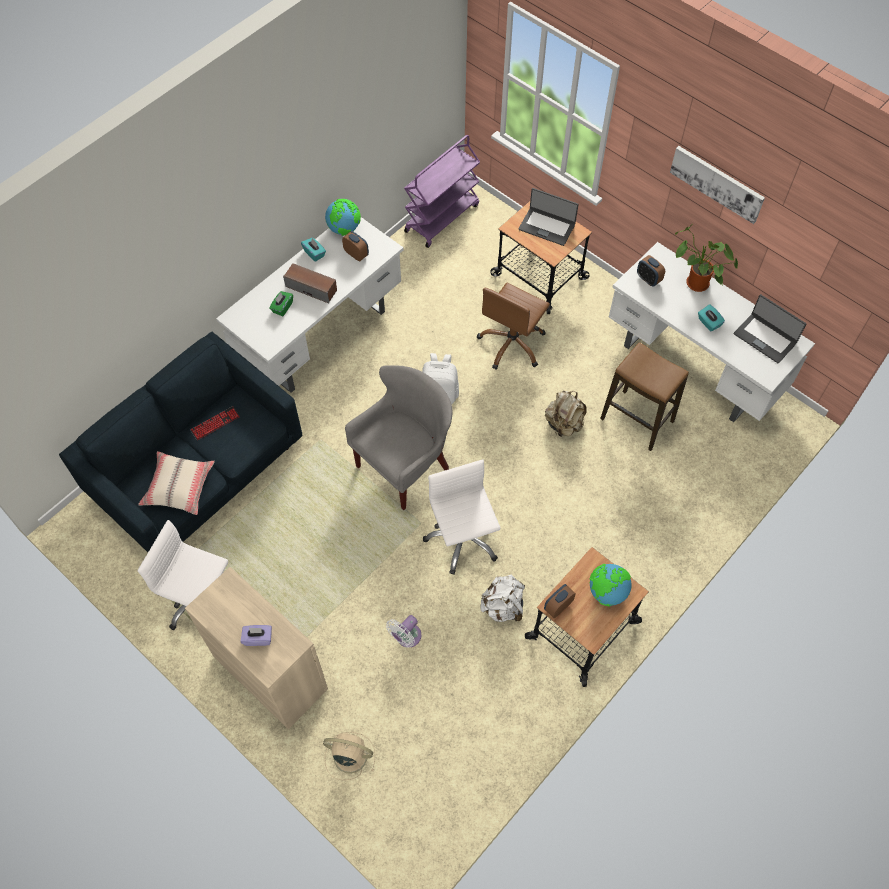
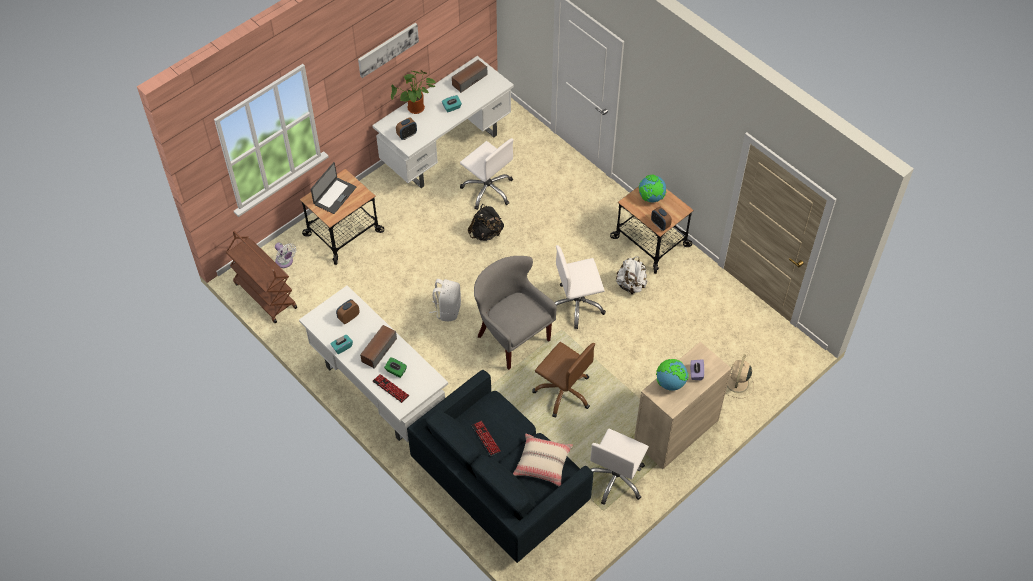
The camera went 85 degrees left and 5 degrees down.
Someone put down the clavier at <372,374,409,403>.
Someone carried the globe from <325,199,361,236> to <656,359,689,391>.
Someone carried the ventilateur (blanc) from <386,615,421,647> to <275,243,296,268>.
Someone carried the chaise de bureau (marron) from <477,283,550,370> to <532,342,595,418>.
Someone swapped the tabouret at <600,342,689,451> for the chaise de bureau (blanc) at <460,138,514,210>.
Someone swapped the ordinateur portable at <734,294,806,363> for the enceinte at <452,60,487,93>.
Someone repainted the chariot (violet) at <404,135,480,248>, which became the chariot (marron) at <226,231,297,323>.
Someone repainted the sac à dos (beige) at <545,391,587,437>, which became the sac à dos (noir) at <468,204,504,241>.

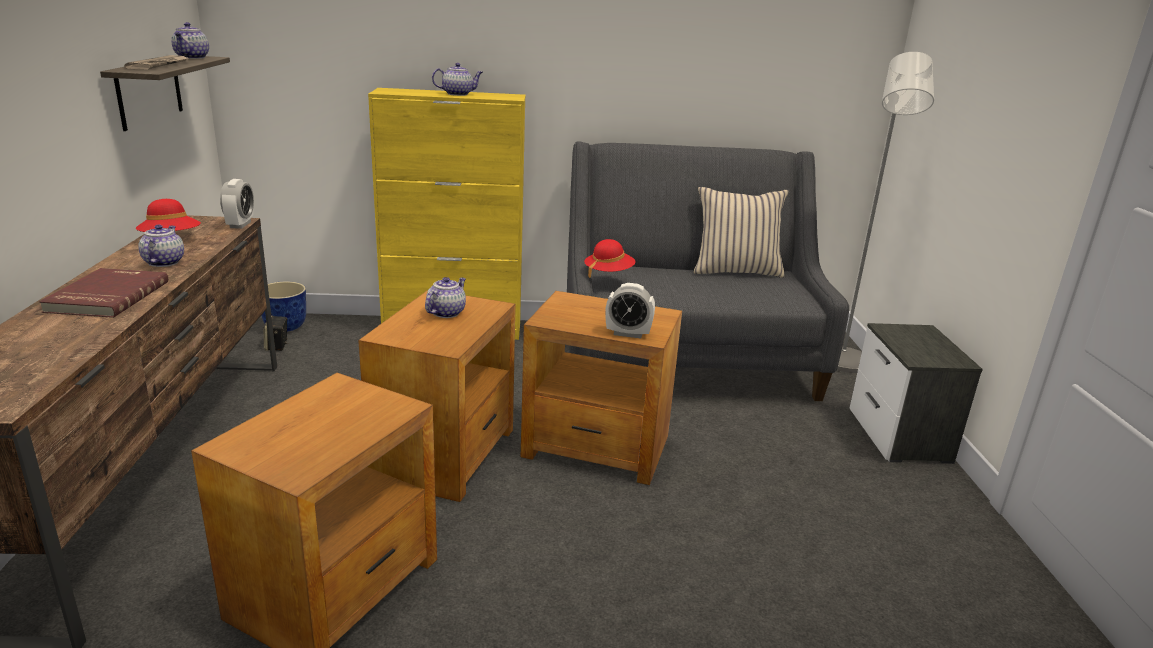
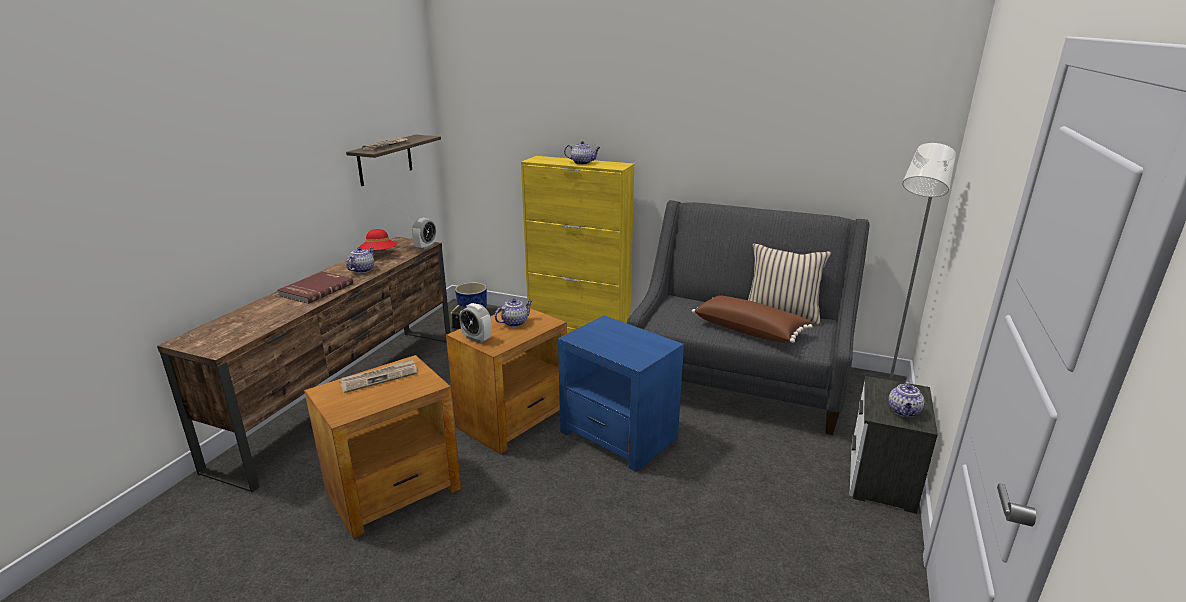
The camera went 25 degrees right and 0 degrees up.
Someone took away the chapeau (rouge) at <584,239,636,278>.
Someone put down the journal at <339,358,417,393>.
Someone put down the coussin (marron) at <692,295,813,343>.
Someone carried the théière from <171,22,209,59> to <888,380,924,417>.
Someone carried the réveil from <605,283,655,338> to <460,303,492,343>.
Someone repainted the table d'appoint (marron) at <521,291,682,485>, which became the table d'appoint (bleu) at <558,315,684,472>.

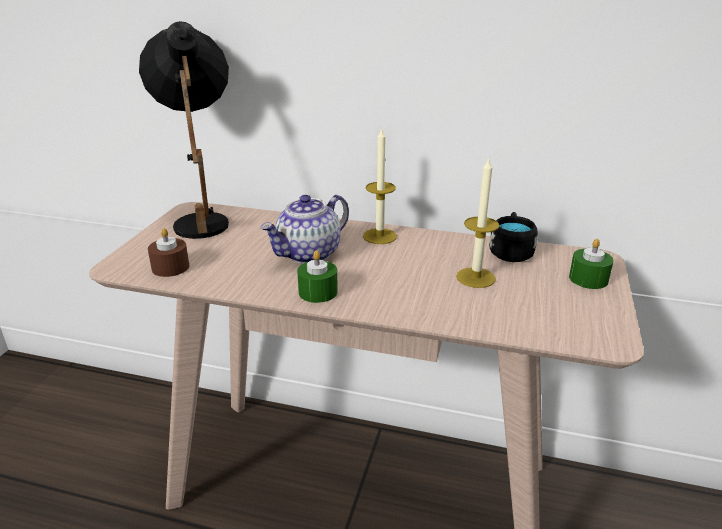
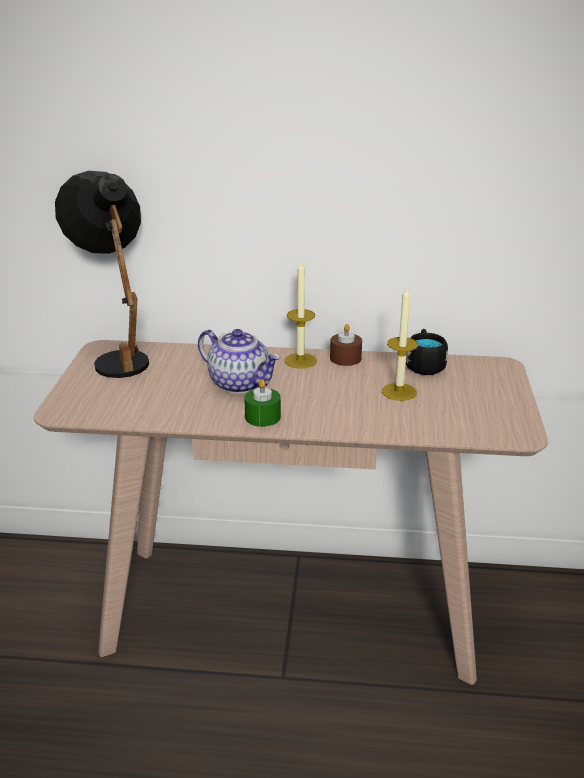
The camera went 10 degrees left and 0 degrees up.
Someone took away the bougie (vert) at <569,239,614,289>.
Someone carried the bougie (marron) from <148,228,189,277> to <330,324,362,366>.
Someone rotated the théière at <261,195,349,264> by 90 degrees counterclockwise.

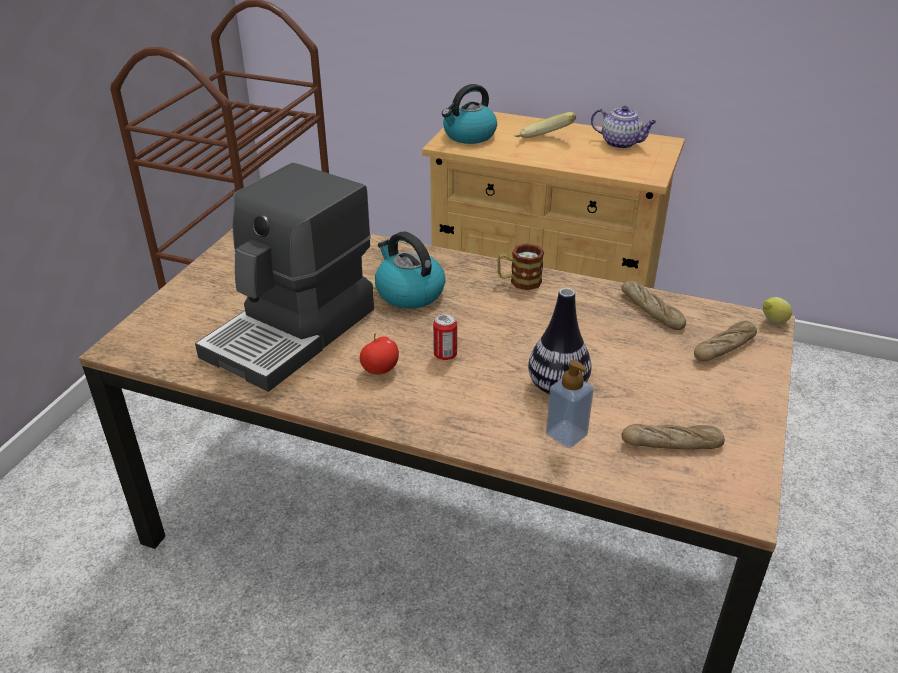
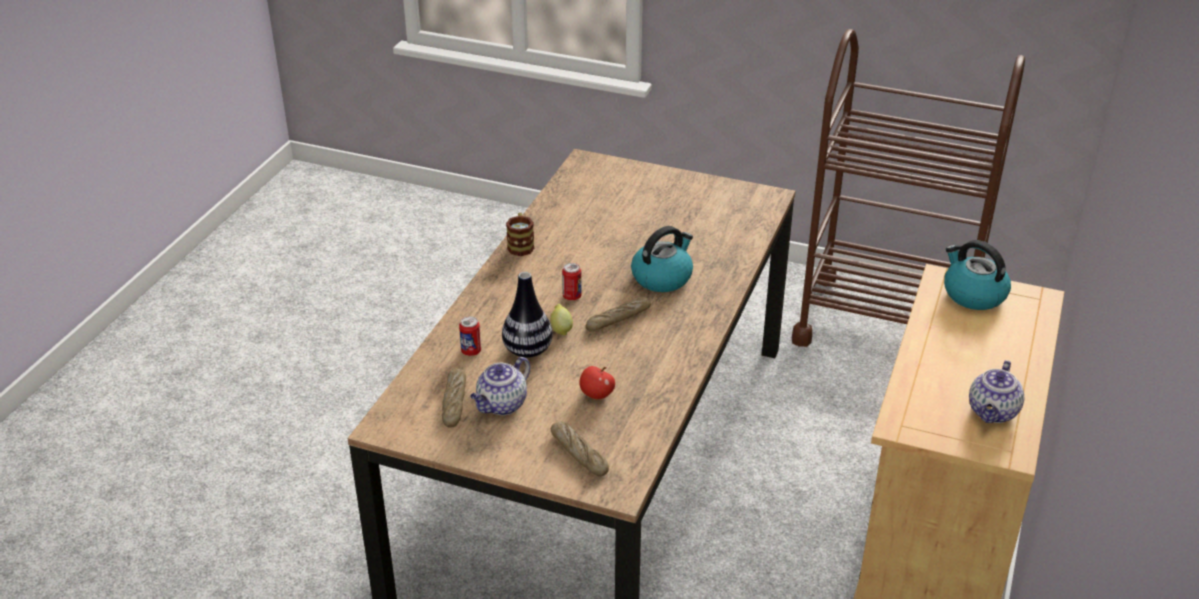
The camera went 90 degrees right and 0 degrees up.
Someone took away the machine à café at <195,163,374,392>.
Someone took away the banane at <514,112,576,138>.
Someone put down the théière at <470,357,530,415>.
Someone carried the pomme from <360,333,399,375> to <579,366,615,399>.
Someone carried the mug from <497,244,544,290> to <506,213,534,256>.
Someone carried the pain from <622,281,686,330> to <586,297,651,332>.
Someone carried the citron from <763,297,792,324> to <550,304,573,335>.
Someone swapped the distributeur de savon at <546,360,594,448> for the boîte métallique at <459,316,481,356>.

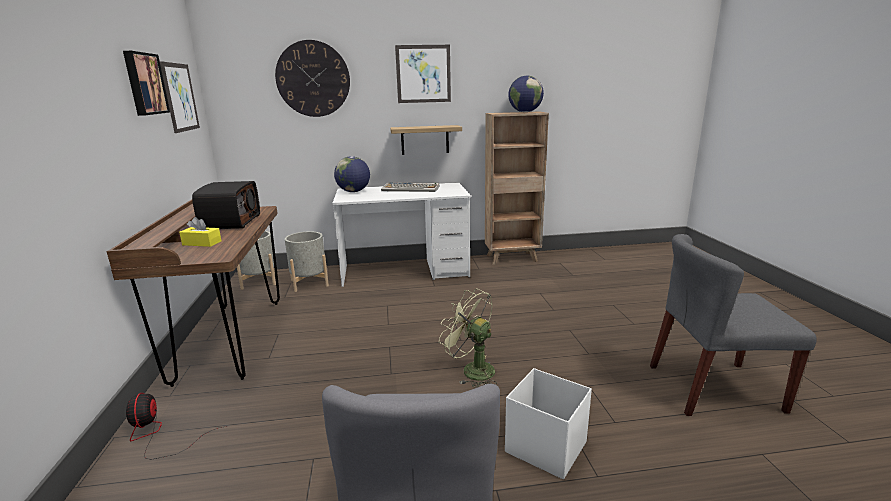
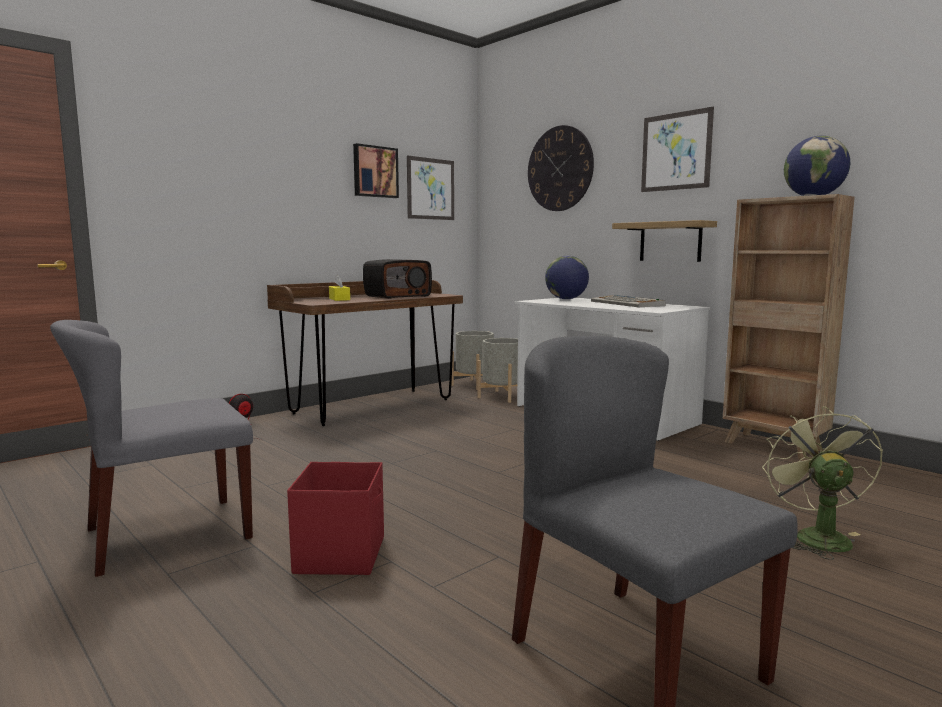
The camera went 55 degrees right and 10 degrees down.
Someone carried the ventilateur (vert) from <439,289,497,388> to <762,406,883,560>.
Someone repainted the boîte de rangement (blanc) at <505,368,592,479>, which became the boîte de rangement (rouge) at <287,462,384,575>.

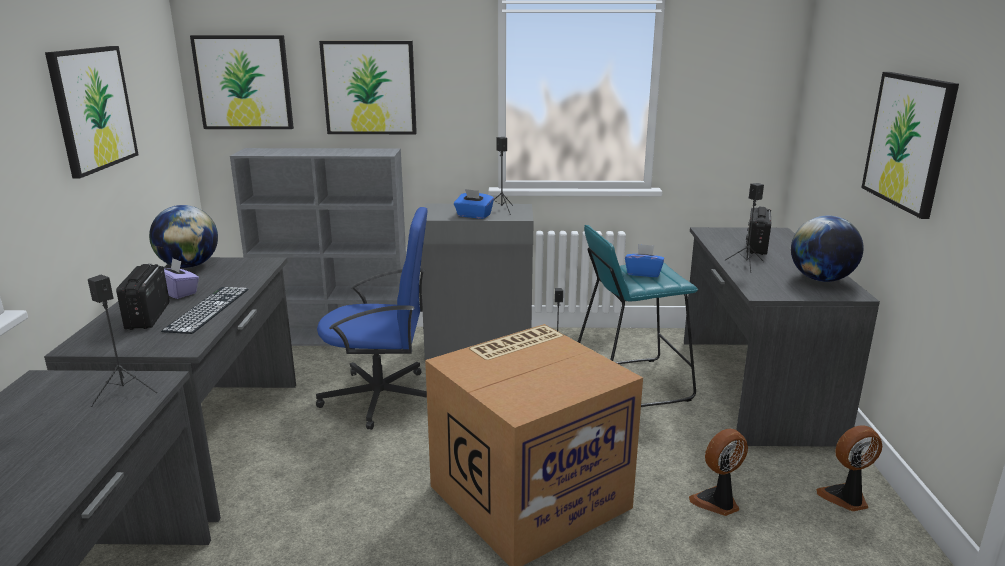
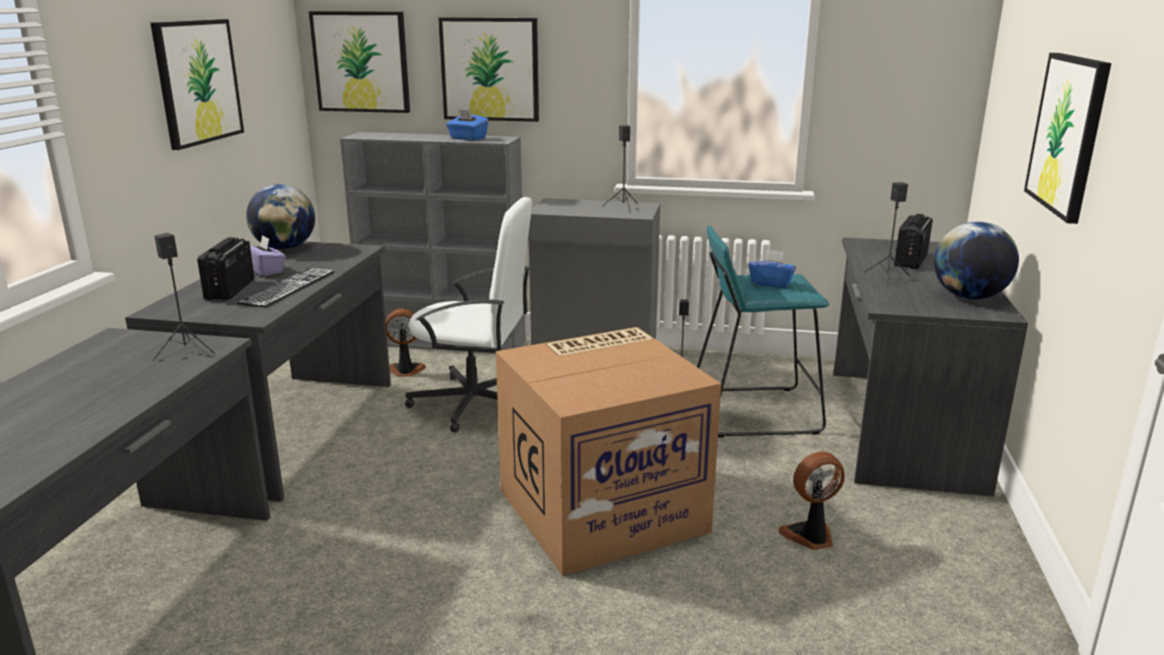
The camera went 10 degrees right and 0 degrees up.
Someone carried the boîte à mouchoirs (bleu) from <454,189,494,219> to <446,109,489,141>.
Someone carried the ventilateur from <816,425,882,511> to <385,308,426,377>.
Someone repainted the chaise de bureau (bleu) at <316,207,428,430>, which became the chaise de bureau (blanc) at <405,197,532,433>.

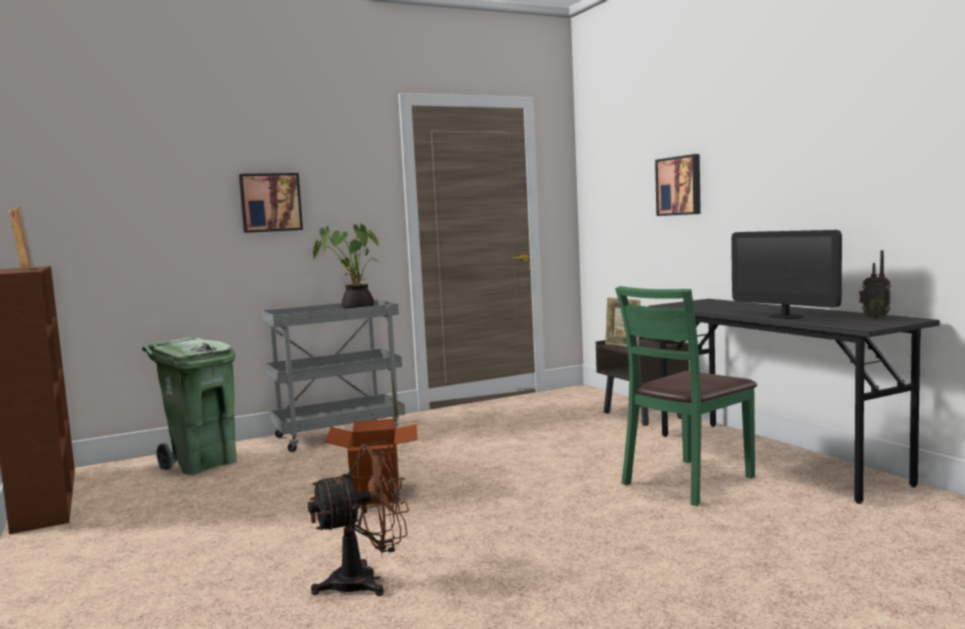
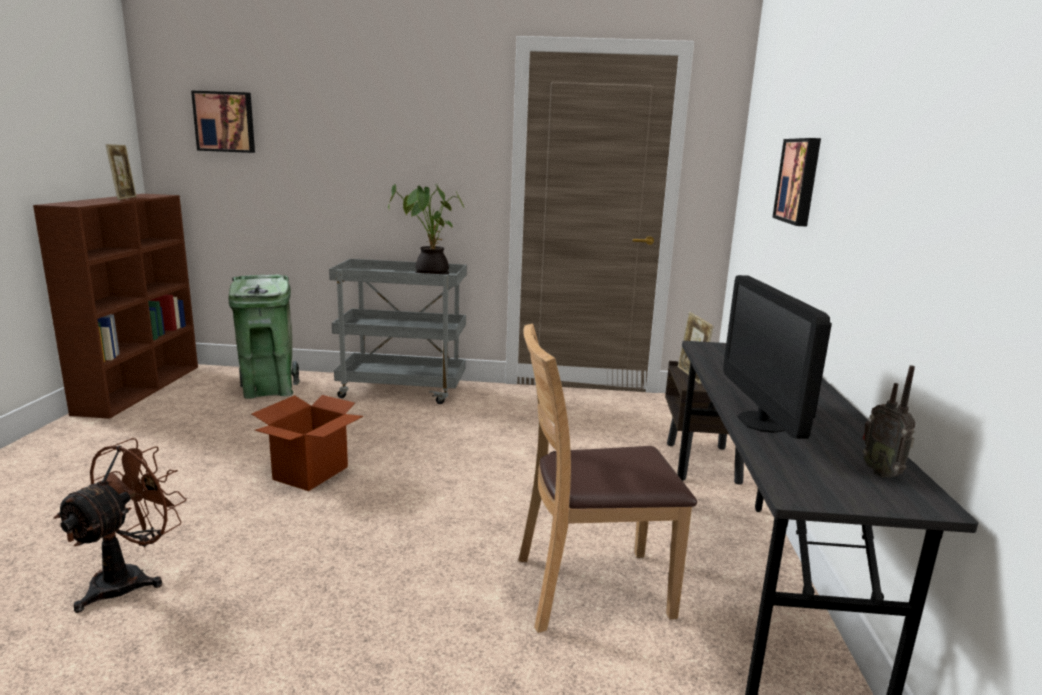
The camera went 30 degrees right and 10 degrees up.
Someone carried the tableau from <239,173,303,233> to <191,91,255,153>.
Someone repainted the chaise (vert) at <615,286,757,506>, which became the chaise (marron) at <518,323,697,633>.
Someone rotated the ventilateur (marron) at <308,441,409,596> by 75 degrees counterclockwise.

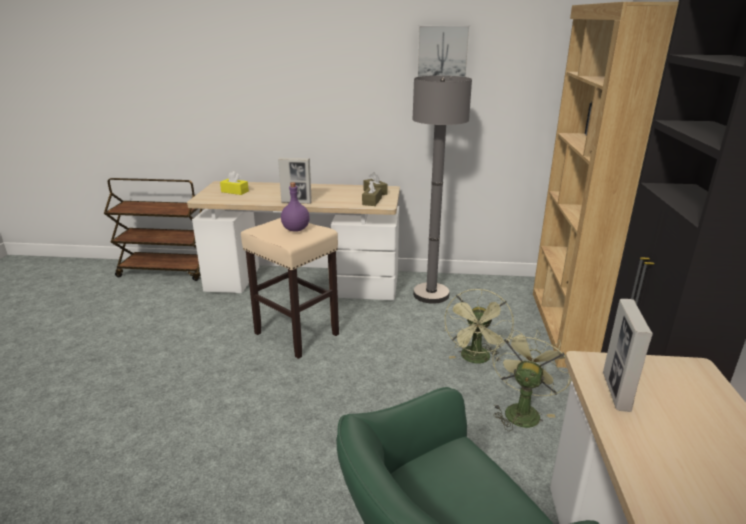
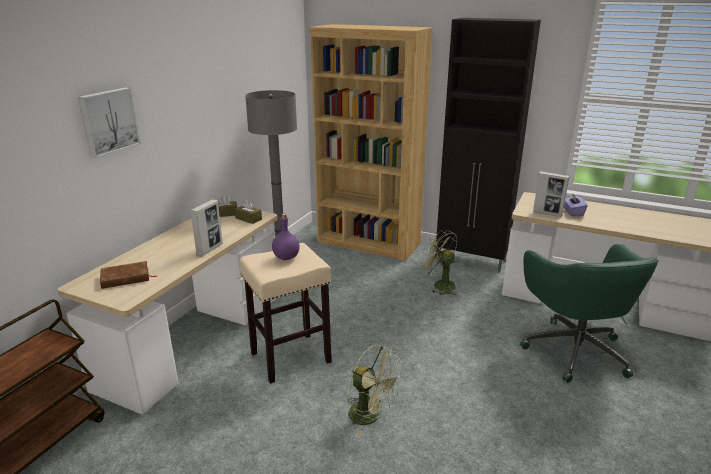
The camera went 70 degrees left and 0 degrees up.
Someone put down the boîte à mouchoirs (violet) at <564,193,587,216>.
Someone carried the tableau from <417,25,470,77> to <78,87,141,158>.
Someone carried the ventilateur (vert) from <445,289,514,363> to <348,344,402,436>.
Someone swapped the boîte à mouchoirs (jaune) at <220,171,249,195> for the livre (marron) at <100,261,157,289>.

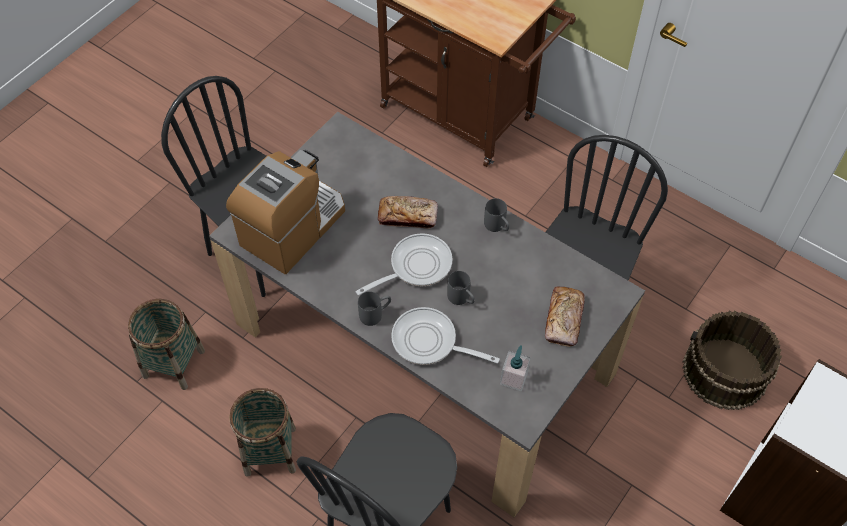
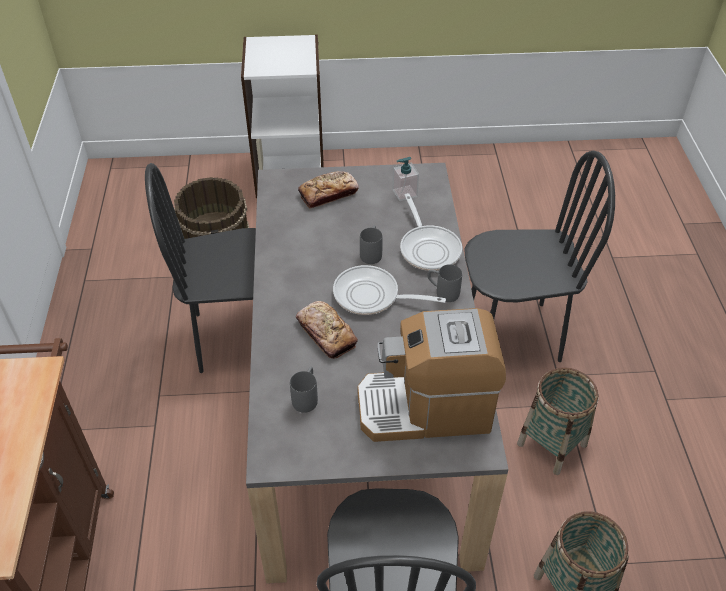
The camera went 130 degrees left and 10 degrees down.
Someone carried the mug (gris) from <484,198,509,232> to <290,367,318,413>.

